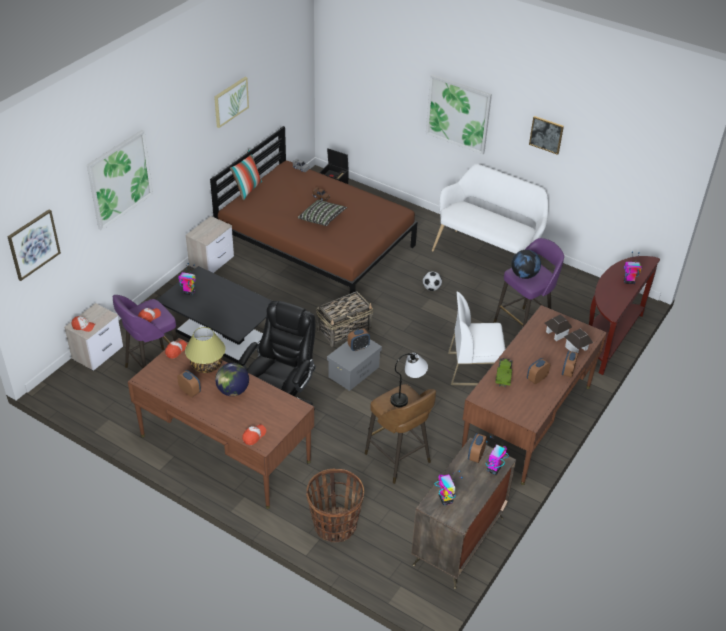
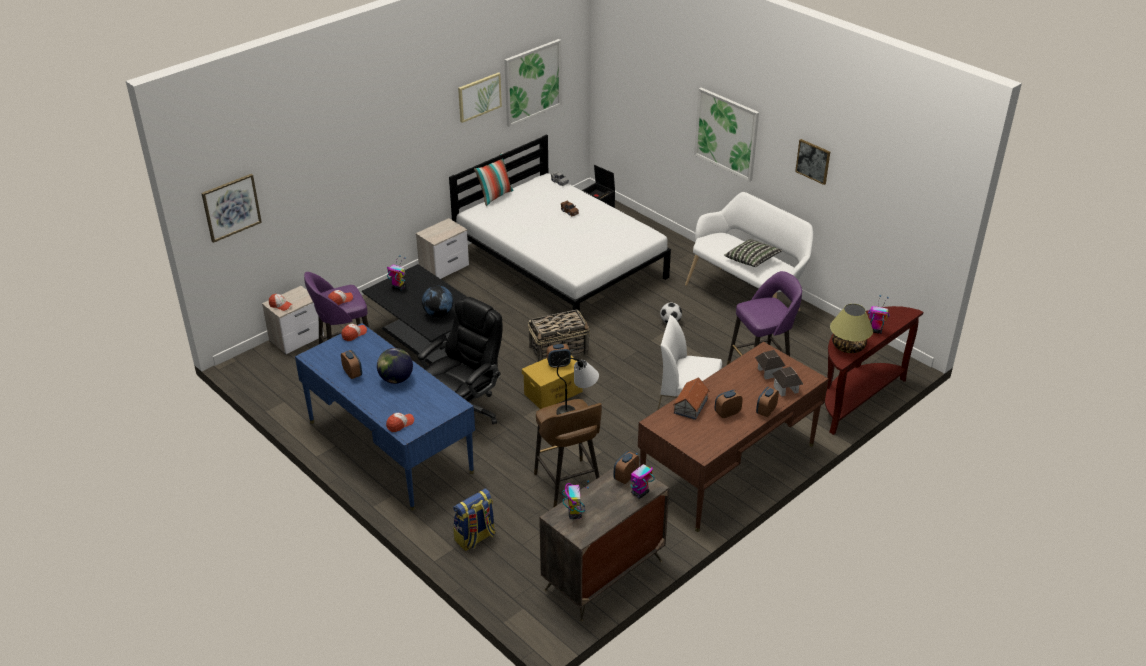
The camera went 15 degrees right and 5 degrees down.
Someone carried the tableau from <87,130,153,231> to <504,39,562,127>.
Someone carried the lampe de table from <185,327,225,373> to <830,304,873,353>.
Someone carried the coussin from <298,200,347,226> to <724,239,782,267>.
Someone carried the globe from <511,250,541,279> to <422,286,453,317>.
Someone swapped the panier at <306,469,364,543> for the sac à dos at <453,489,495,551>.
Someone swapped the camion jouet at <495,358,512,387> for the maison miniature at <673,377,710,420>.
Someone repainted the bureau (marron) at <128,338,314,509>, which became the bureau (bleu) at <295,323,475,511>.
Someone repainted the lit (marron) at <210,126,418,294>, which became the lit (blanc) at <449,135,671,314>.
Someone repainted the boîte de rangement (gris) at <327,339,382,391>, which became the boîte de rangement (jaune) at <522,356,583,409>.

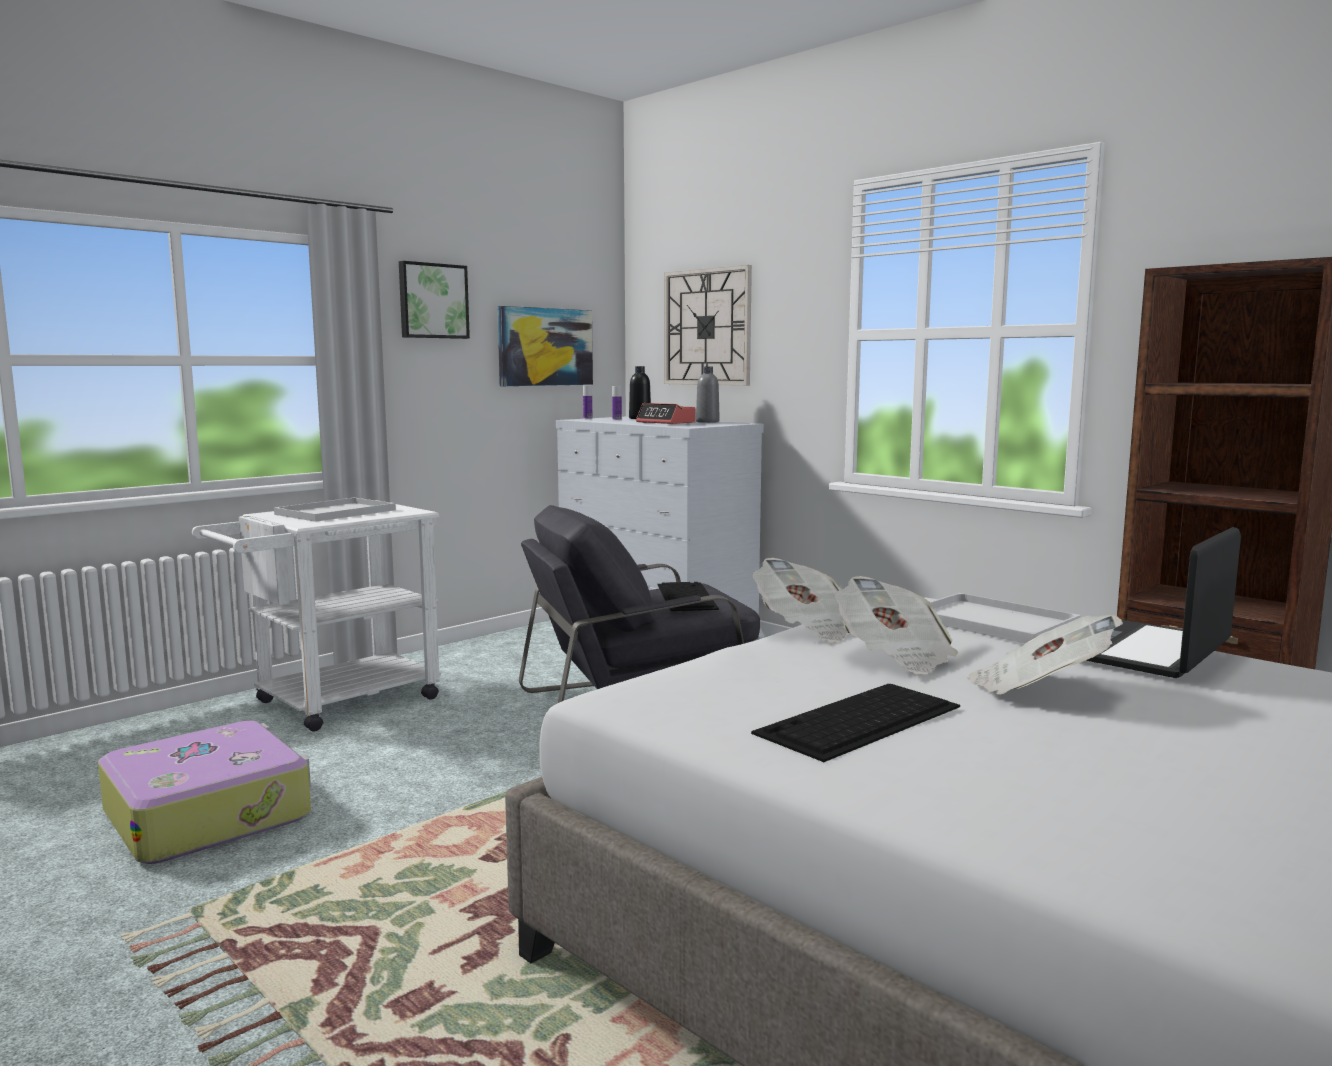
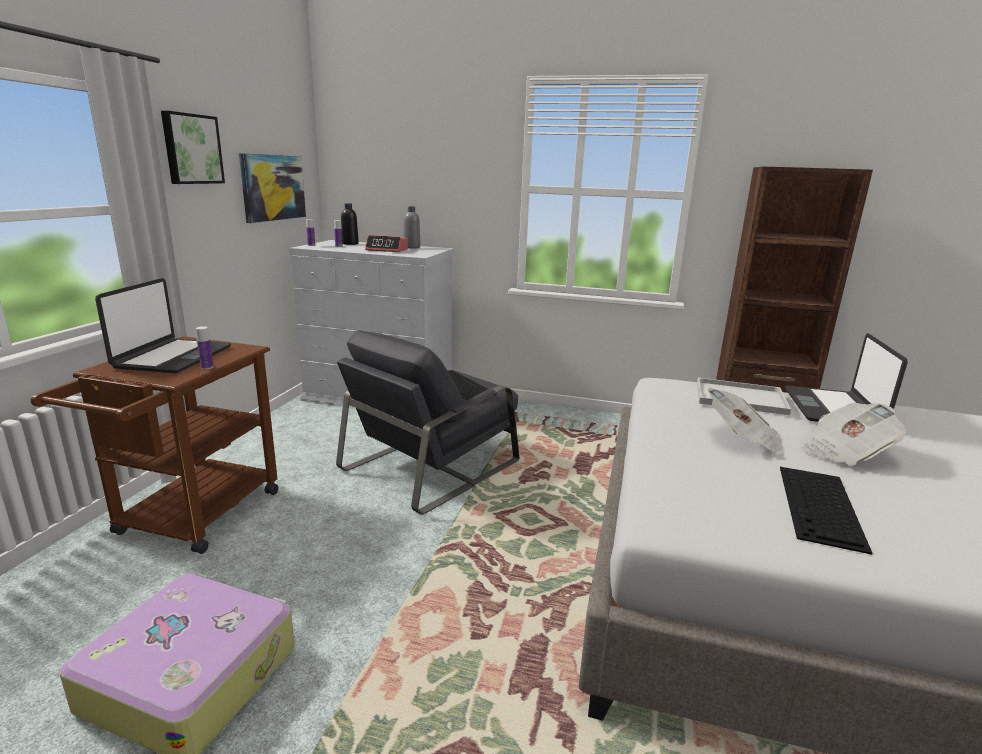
The camera went 30 degrees left and 10 degrees up.
Someone took away the horloge murale at <664,265,752,386>.
Someone took away the journal at <753,558,848,643>.
Someone put down the bouteille at <195,326,214,369>.
Someone swapped the plateau (blanc) at <274,498,396,522> for the ordinateur portable at <95,278,231,373>.
Someone repainted the chariot (blanc) at <192,500,441,732>, which became the chariot (marron) at <31,336,279,554>.

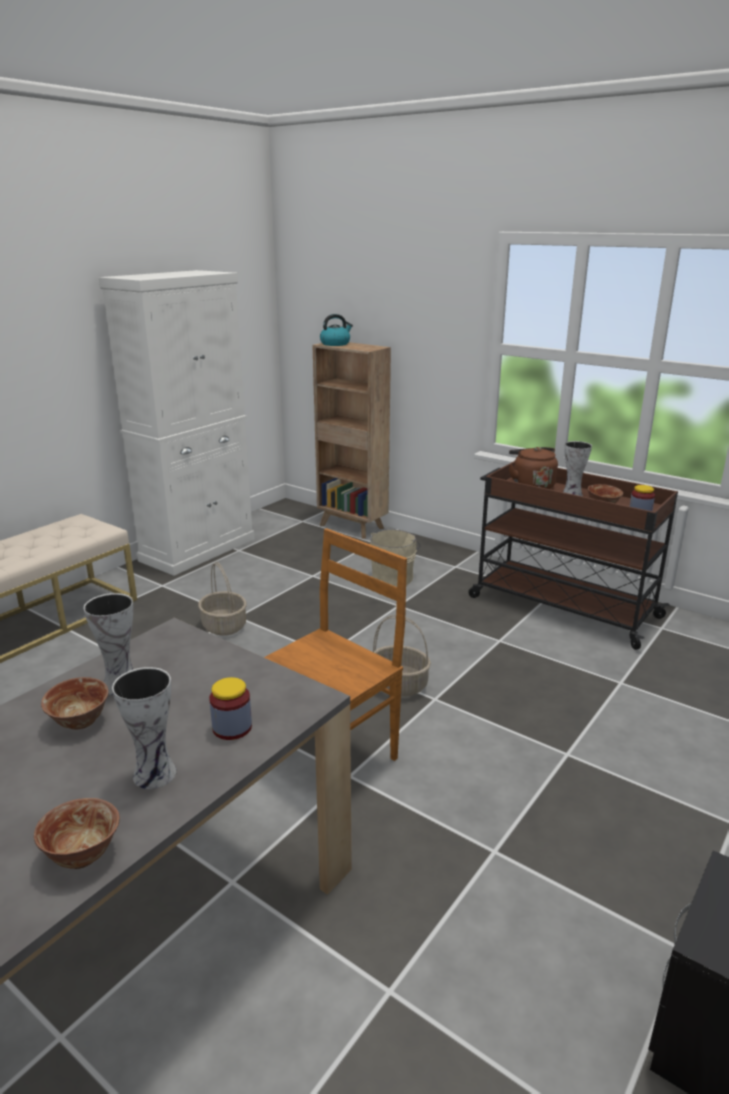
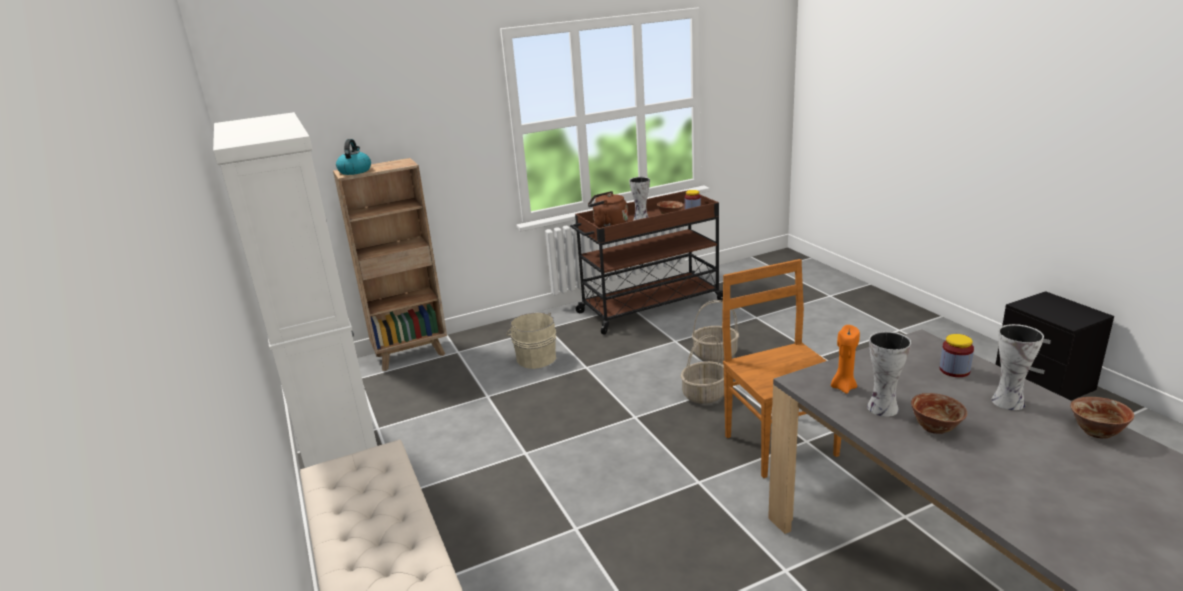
The camera went 60 degrees left and 0 degrees up.
Someone put down the bougie (orange) at <831,325,860,394>.
Someone carried the panier from <198,562,247,635> to <692,300,739,362>.

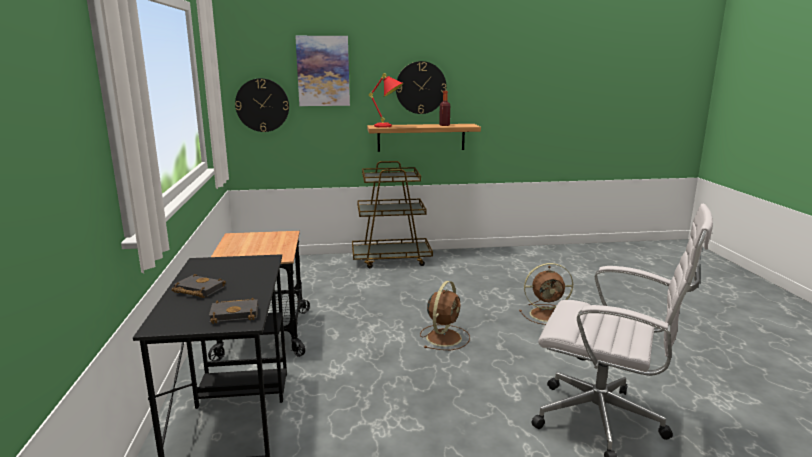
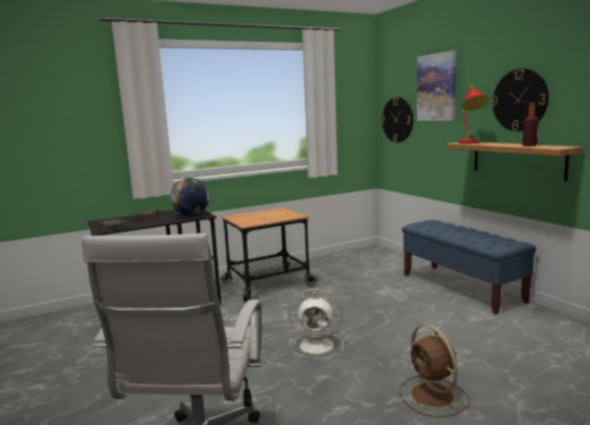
The camera went 70 degrees right and 5 degrees down.
Someone put down the globe at <171,178,209,216>.
Someone swapped the chariot (marron) at <352,161,433,268> for the banc (bleu) at <402,220,536,314>.
Someone repainted the ventilateur (marron) at <420,281,470,350>, which became the ventilateur (blanc) at <289,289,344,359>.

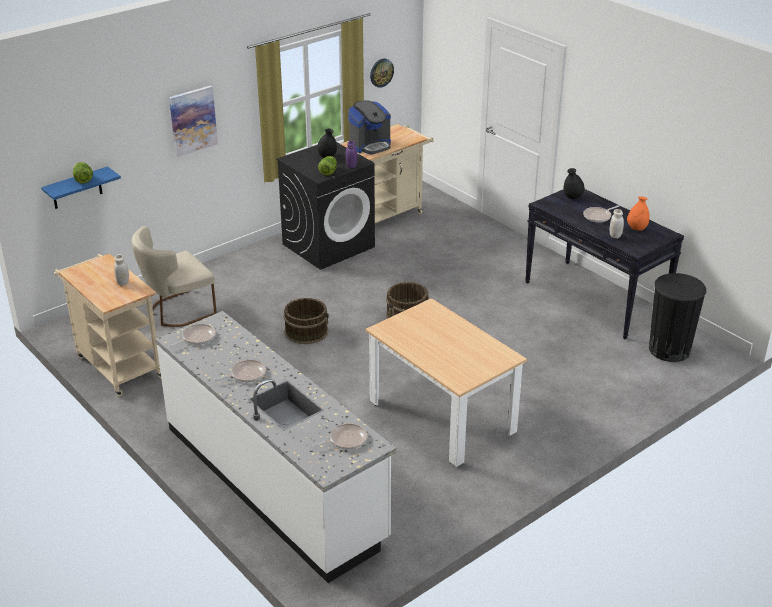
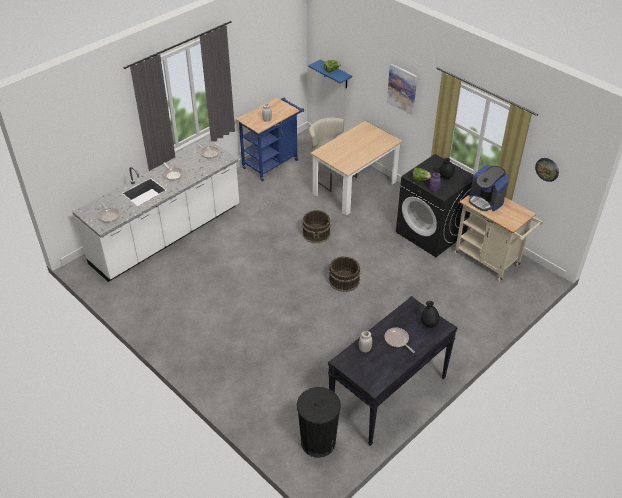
The camera went 85 degrees right and 10 degrees up.
Someone took away the vase (orange) at <627,196,649,231>.
Someone carried the table à manger (beige) from <365,298,527,467> to <311,121,403,215>.
Someone repainted the chariot (beige) at <54,254,161,396>, which became the chariot (bleu) at <236,98,304,181>.

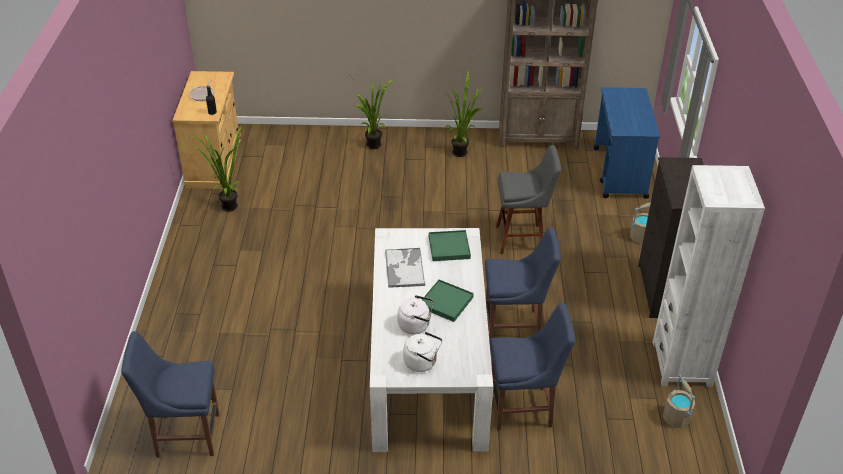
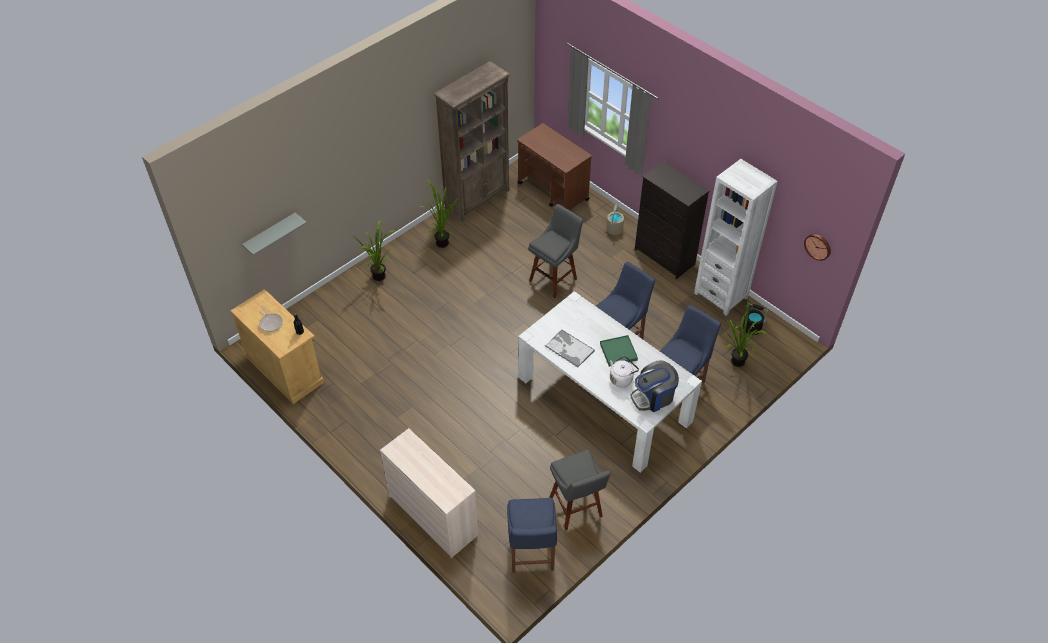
The camera went 45 degrees left and 10 degrees up.
Someone took away the plateau (vert) at <429,230,471,261>.
Someone put up the étagère (gris) at <242,213,307,256>.
Someone put down the commode (beige) at <380,428,478,558>.
Someone put down the tabouret (gris) at <550,450,611,530>.
Someone put up the horloge murale at <804,234,831,261>.
Someone carried the plante en pot from <188,126,241,212> to <725,297,766,367>.
Someone swapped the bouilloire (blanc) at <403,332,442,372> for the machine à café at <630,360,679,412>.
Someone repainted the chariot (bleu) at <594,87,660,199>, which became the chariot (marron) at <517,123,592,210>.
Someone repainted the seau (beige) at <663,374,695,428>, which became the seau (noir) at <743,302,769,335>.
Someone rotated the chaise (bleu) at <121,331,219,458> by 45 degrees counterclockwise.

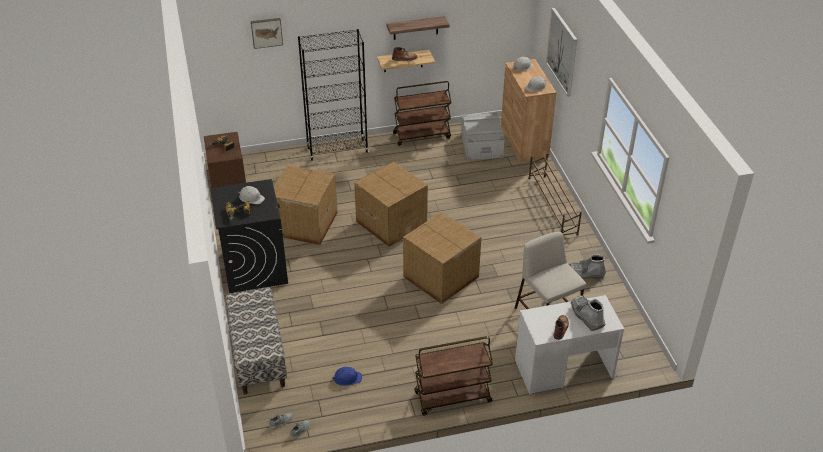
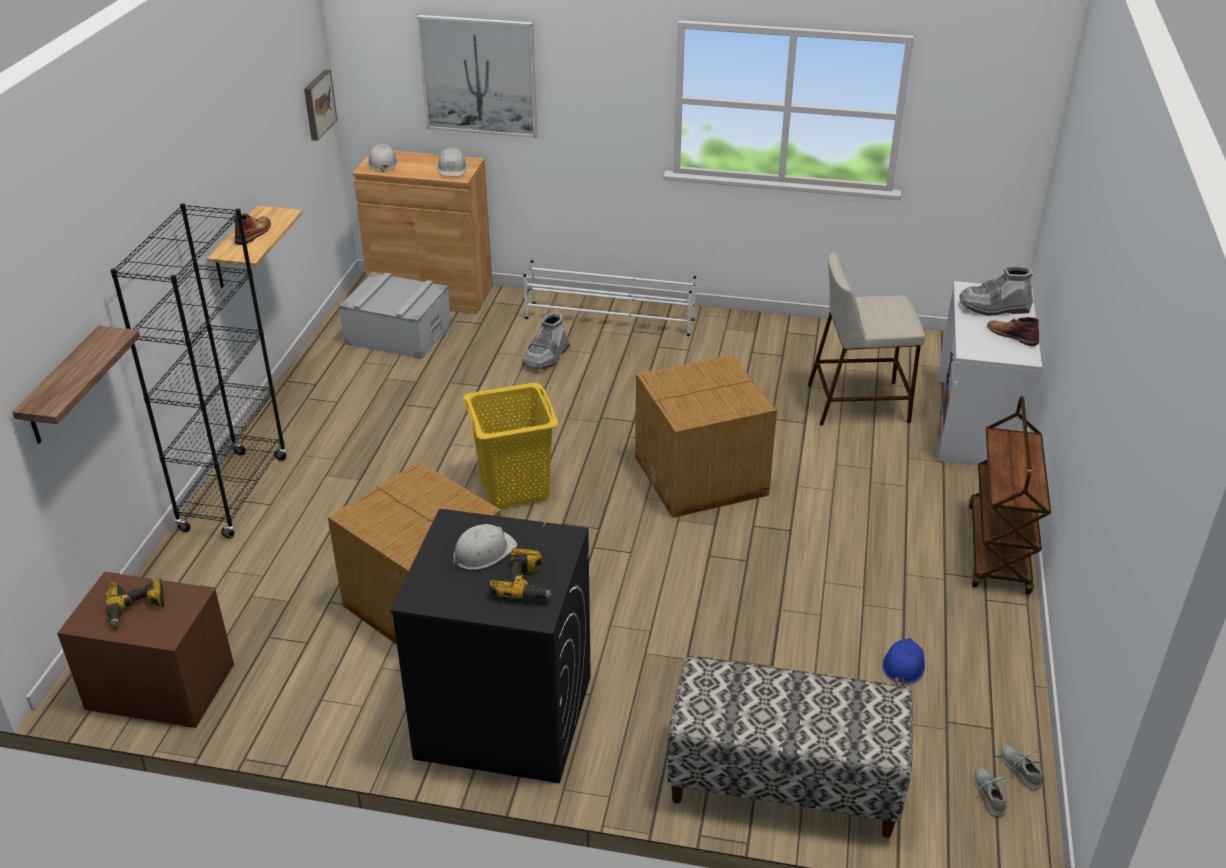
The camera went 65 degrees left and 5 degrees down.
Someone took away the chariot (marron) at <393,81,451,146>.
Someone carried the tableau from <251,18,283,49> to <304,70,337,141>.
Someone carried the étagère from <386,16,449,40> to <12,326,140,444>.
Someone carried the botte (gris) from <569,254,606,279> to <522,312,570,369>.
Someone swapped the carton at <354,161,428,247> for the panier à linge (jaune) at <463,383,558,509>.
Someone repainted the étagère à chaussures (marron) at <528,154,582,236>, which became the étagère à chaussures (blanc) at <523,260,696,336>.

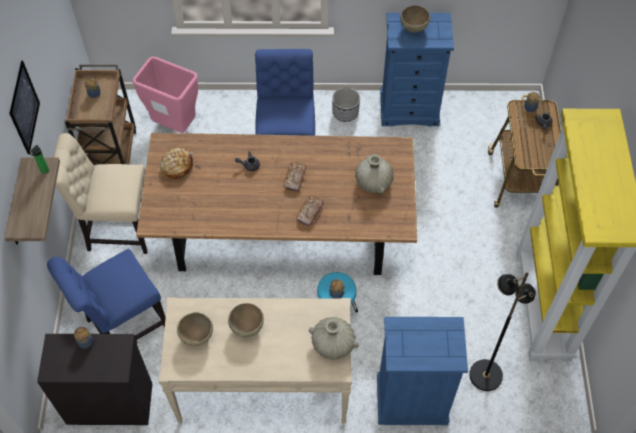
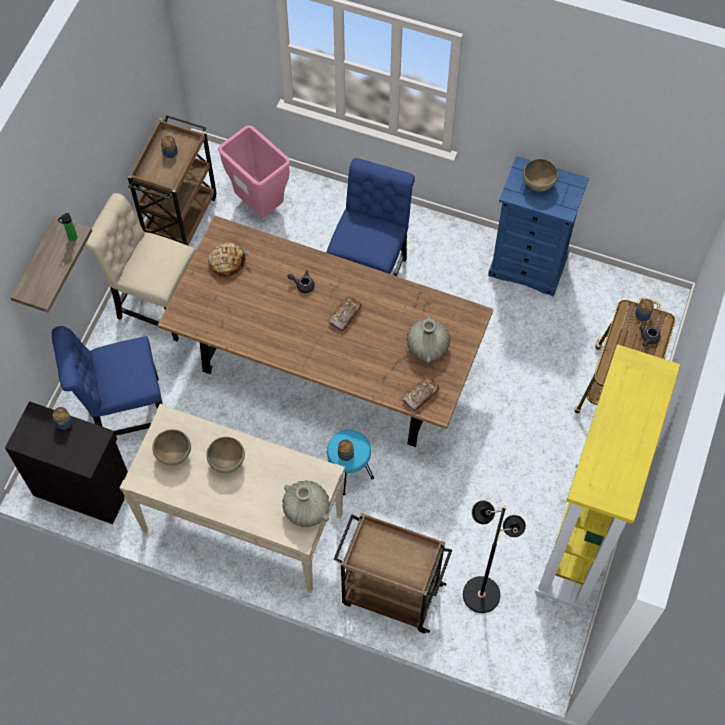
The camera went 20 degrees right and 5 degrees up.
Someone took away the tableau at <9,61,40,154>.
Someone took away the cache-pot at <332,87,360,122>.
Someone carried the pain from <296,195,324,226> to <402,376,440,411>.
Someone swapped the commode (bleu) at <377,317,468,425> for the chariot (marron) at <334,512,452,634>.

